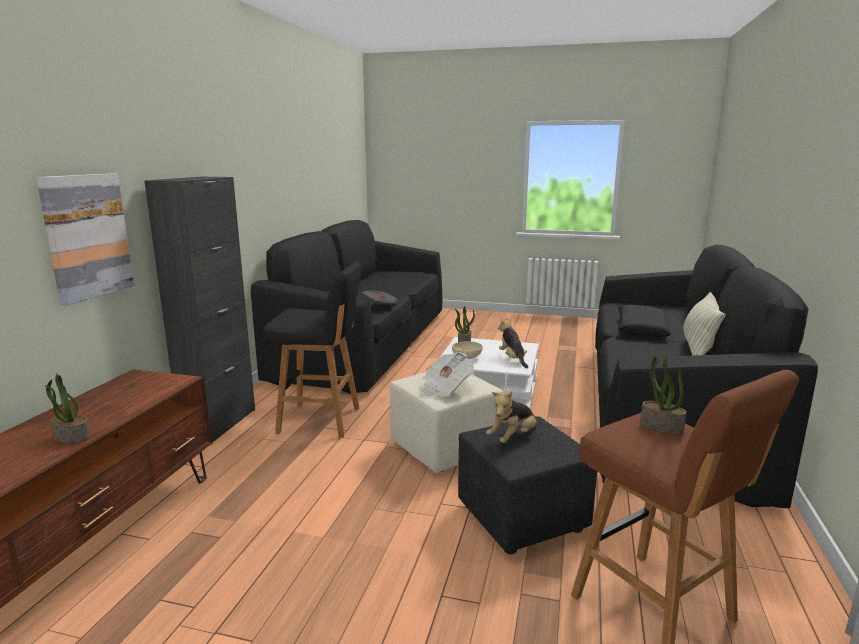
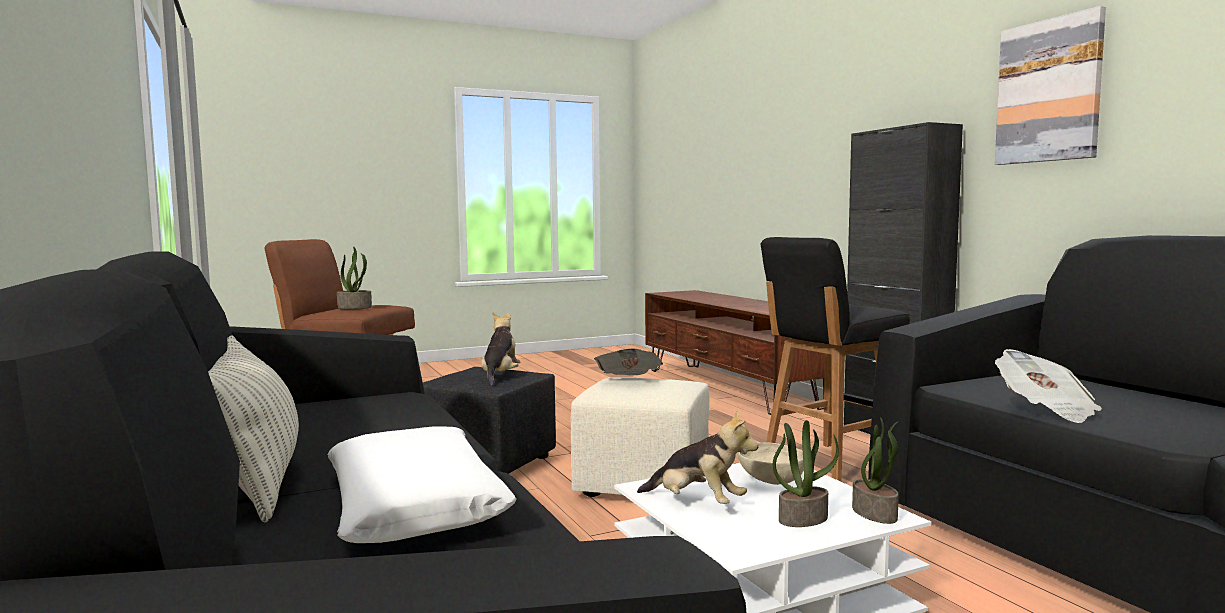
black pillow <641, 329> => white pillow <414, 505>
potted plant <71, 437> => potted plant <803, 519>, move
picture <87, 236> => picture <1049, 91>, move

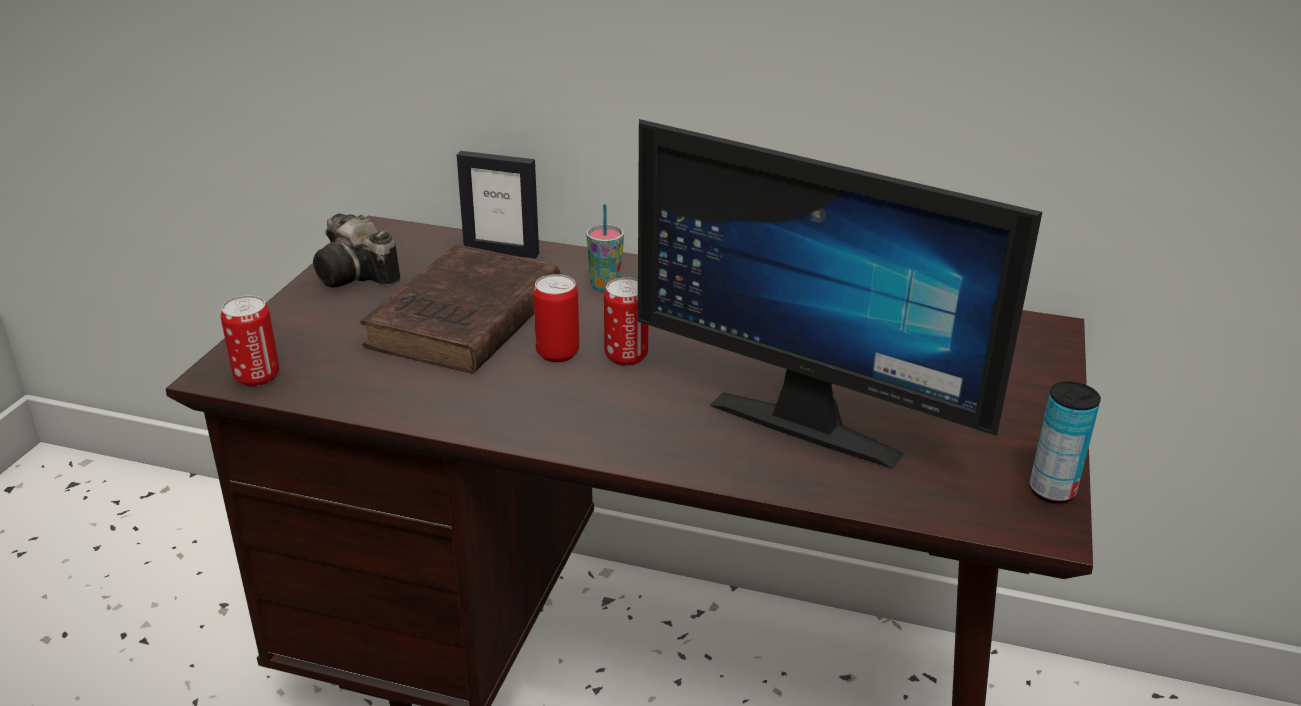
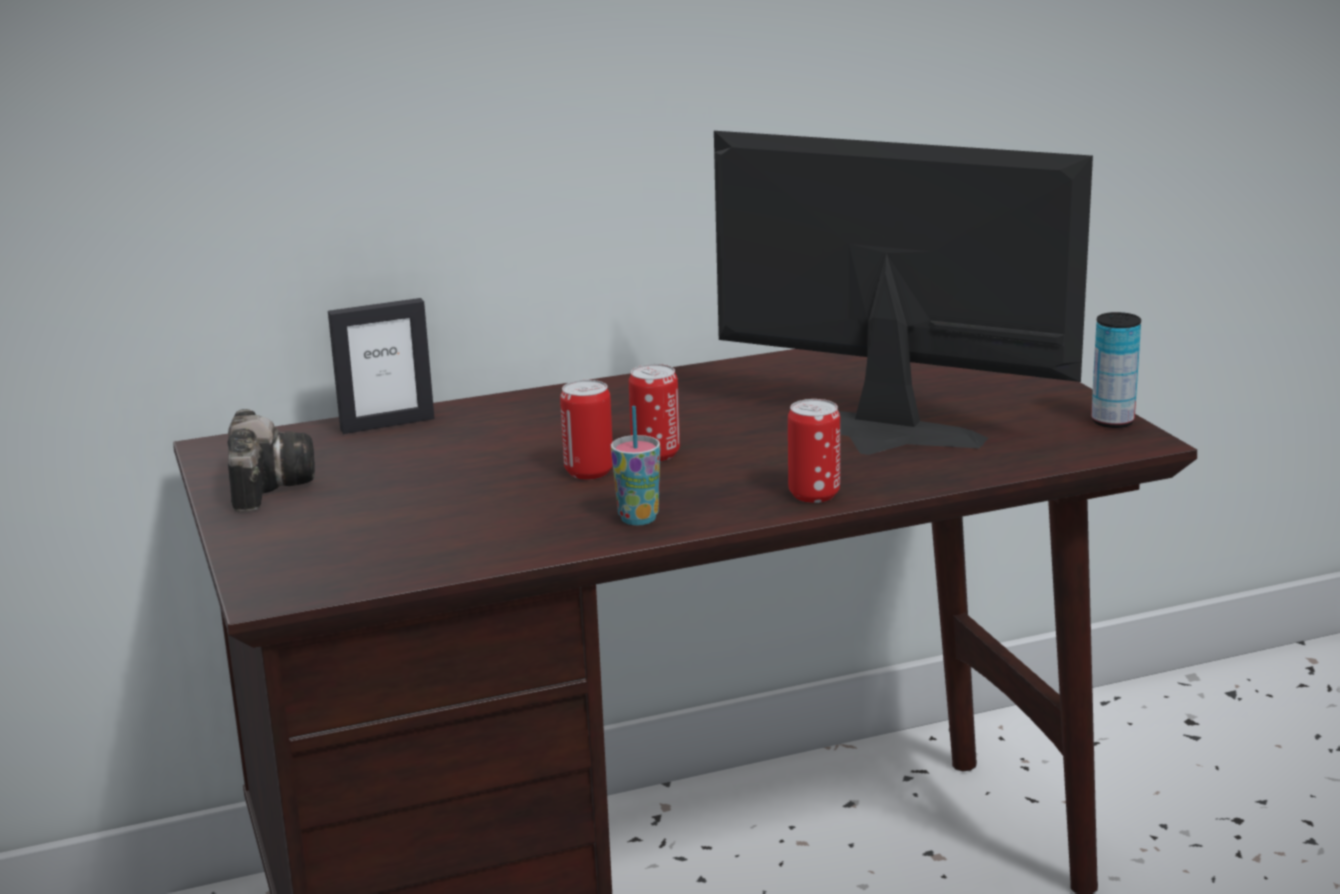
photo camera <358, 276> => photo camera <266, 485>, 105 degrees counterclockwise
cup <605, 286> => cup <638, 519>, move
monitor <813, 417> => monitor <879, 439>, 150 degrees counterclockwise
can <257, 377> => can <814, 494>, move
brown book <463, 321> => nothing

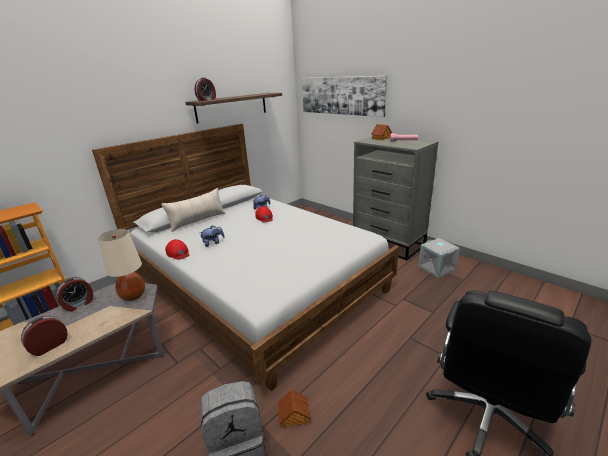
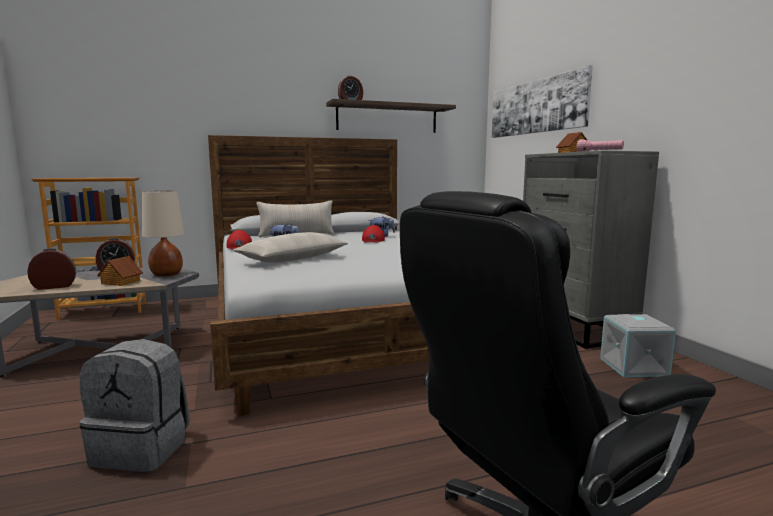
toy house <294, 416> => toy house <120, 282>, move
nothing => beige pillow <293, 258>

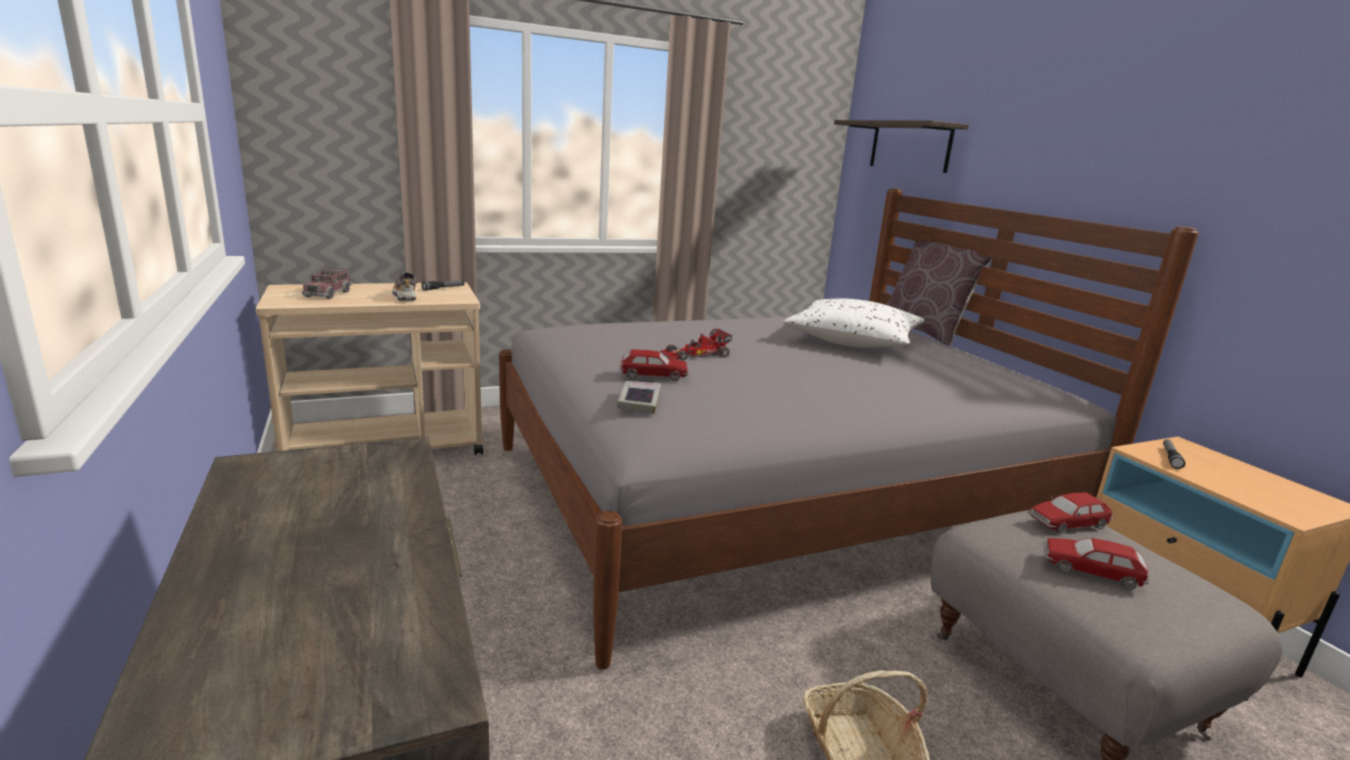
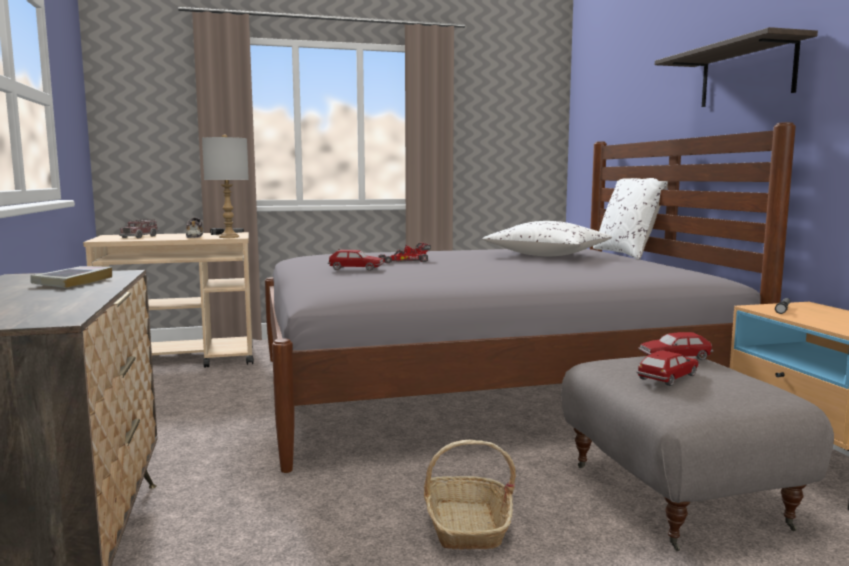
book <639, 401> => book <73, 282>, move
nothing => grey table lamp <229, 237>
brown pillow <924, 330> => white pillow <627, 253>
toy car <1090, 570> => toy car <668, 377>, 105 degrees clockwise
shelf <910, 146> => shelf <747, 74>, move

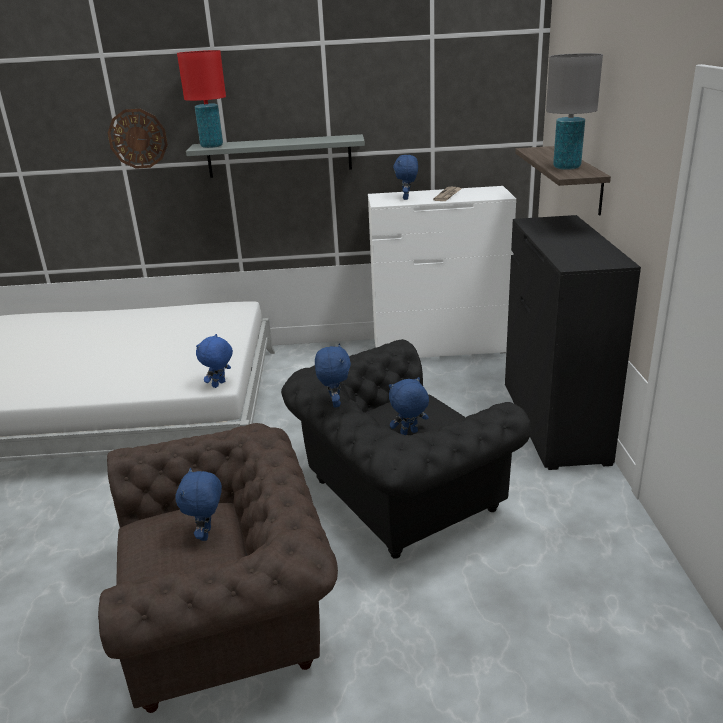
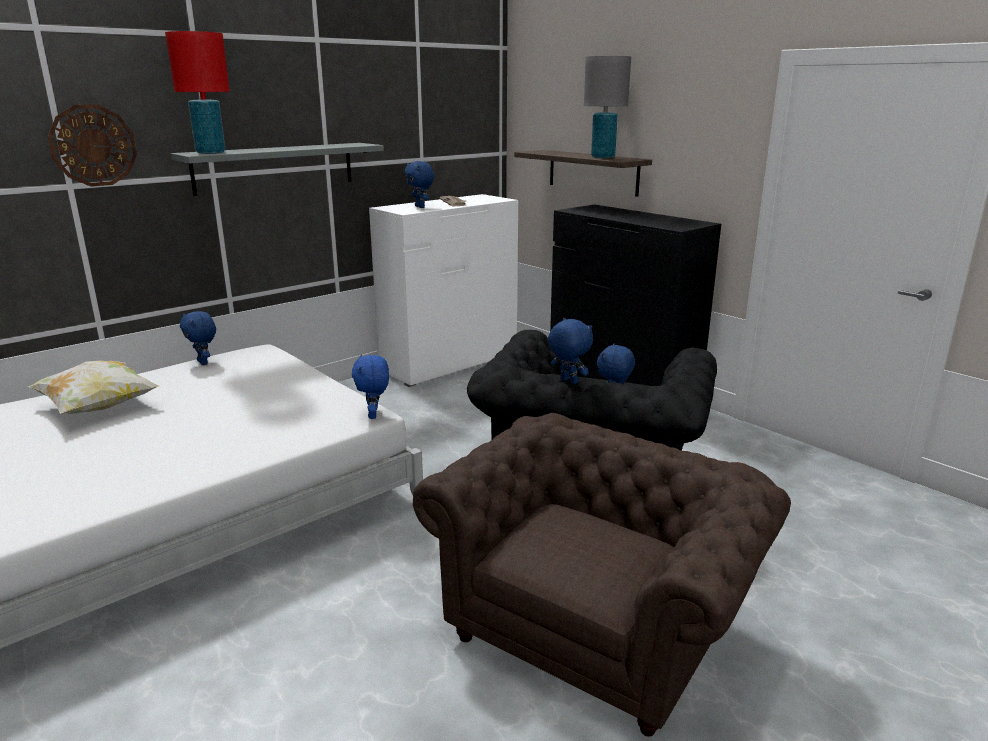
nothing => pillow <99, 408>
blue plush toy <207, 534> => blue plush toy <204, 362>, move

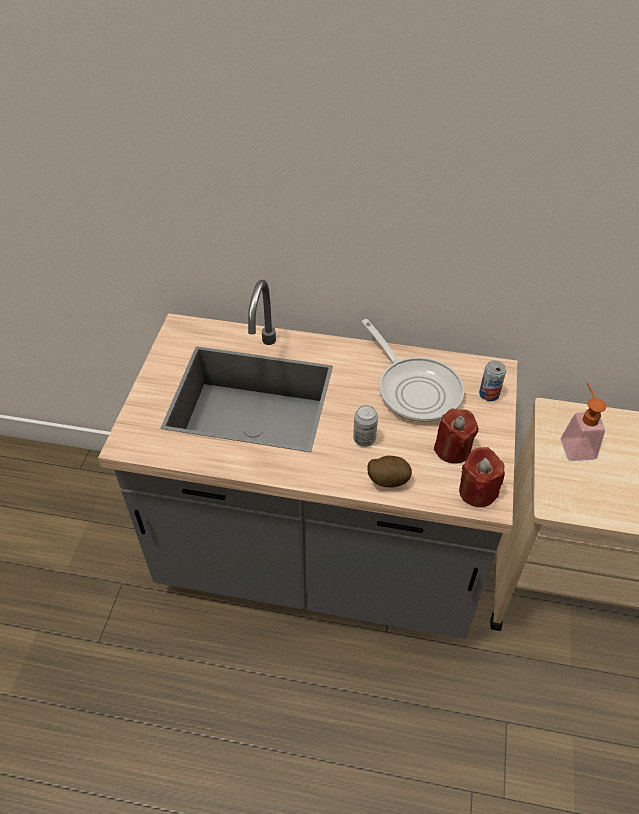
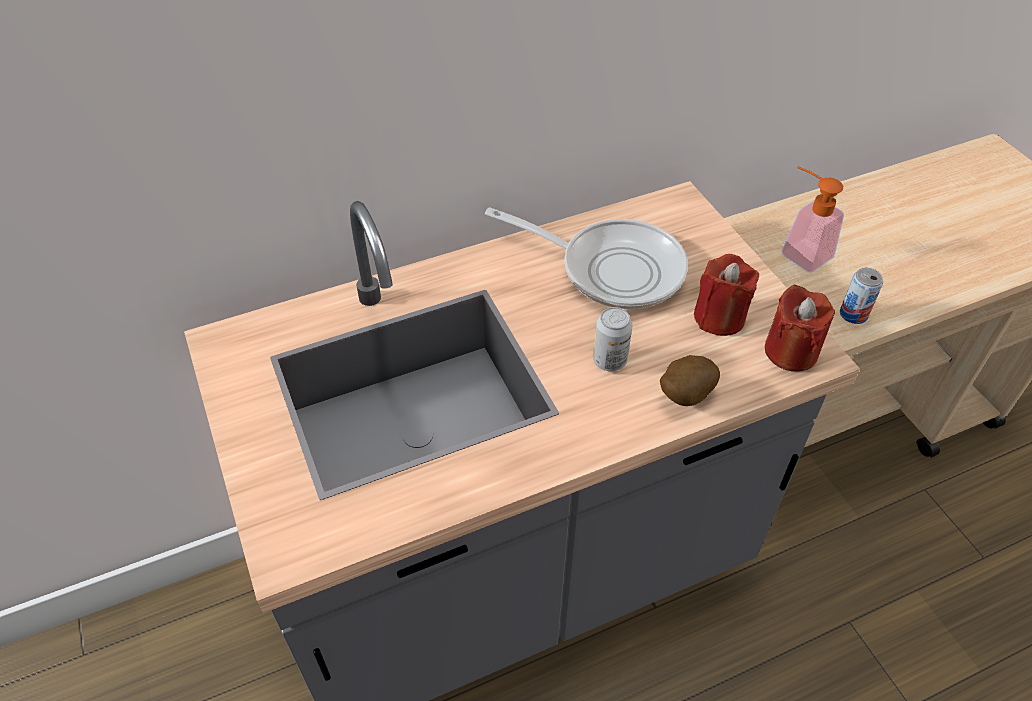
can <489, 394> => can <853, 314>, move

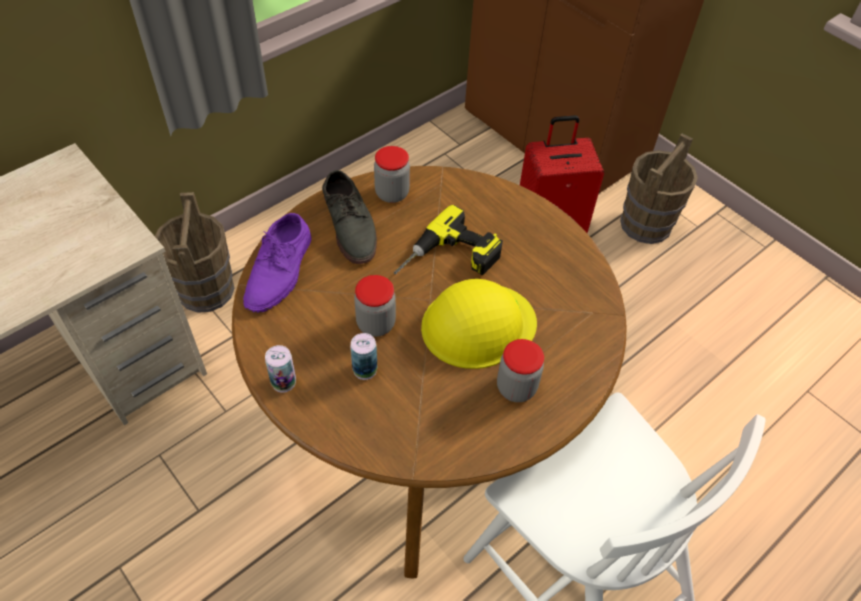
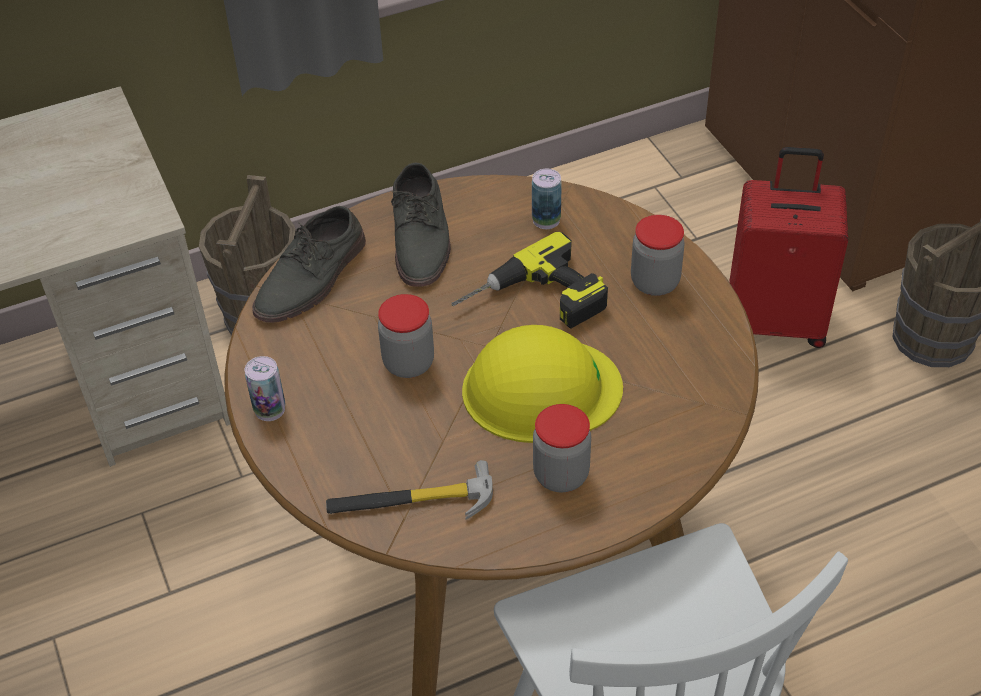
purple shoe <280, 271> => grey shoe <312, 278>
nothing => hammer <410, 501>
can <365, 370> => can <546, 220>, move
jar <392, 193> => jar <655, 282>, move

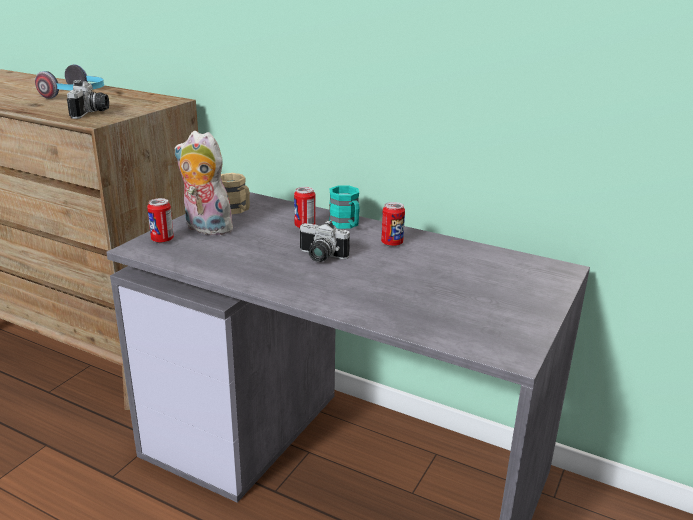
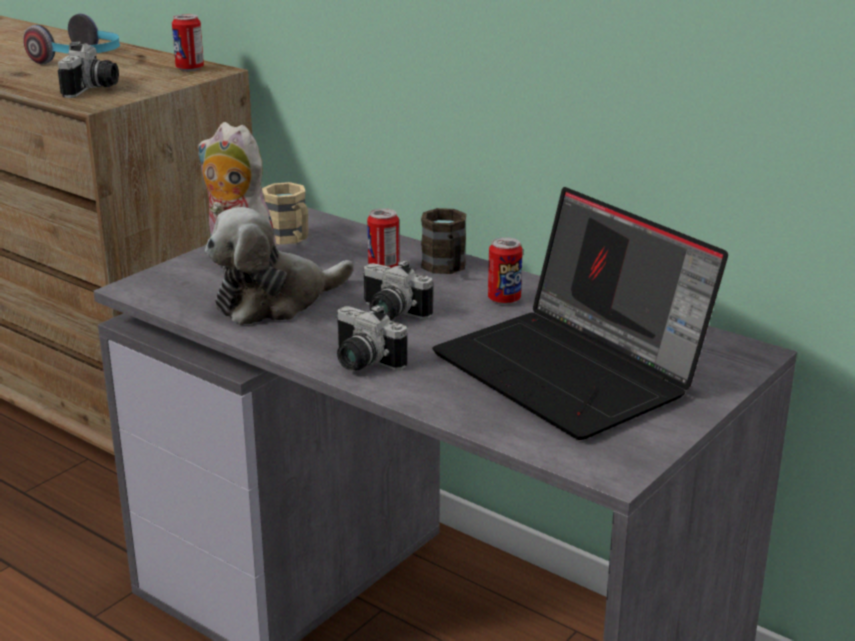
can <162, 240> => can <190, 69>, move
nothing => plush toy <275, 301>
nothing => photo camera <361, 363>
turquoise mug <346, 225> => brown mug <446, 269>
nothing => laptop <574, 371>

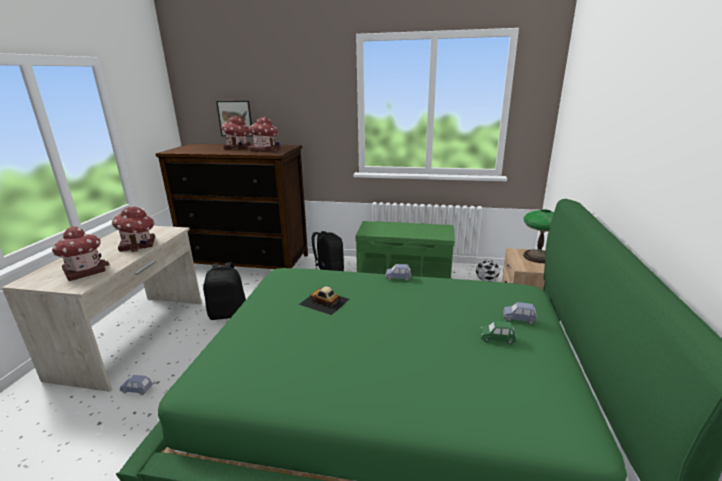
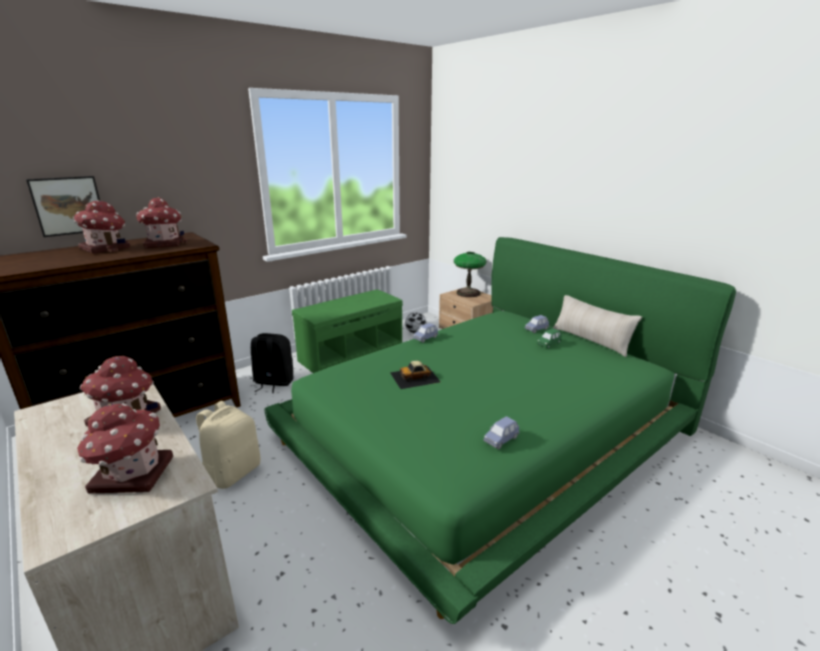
black backpack <228, 314> => beige backpack <233, 472>
blue toy car <137, 389> => blue toy car <501, 440>, move
nothing => beige pillow <590, 340>

